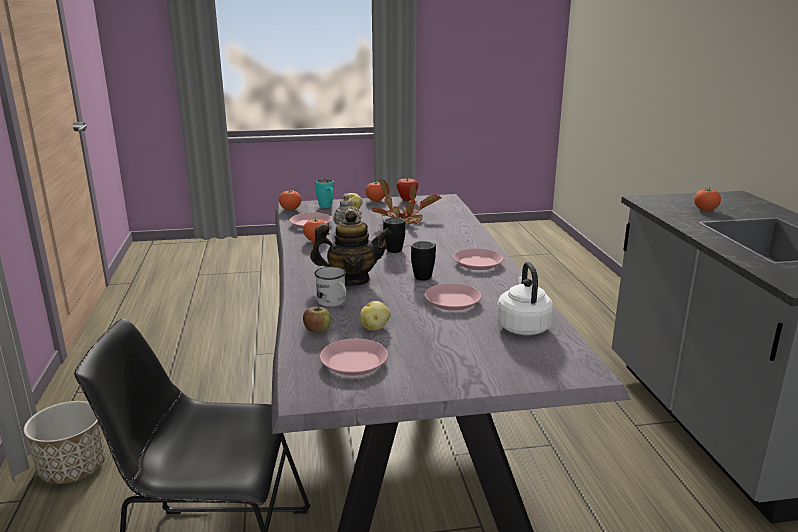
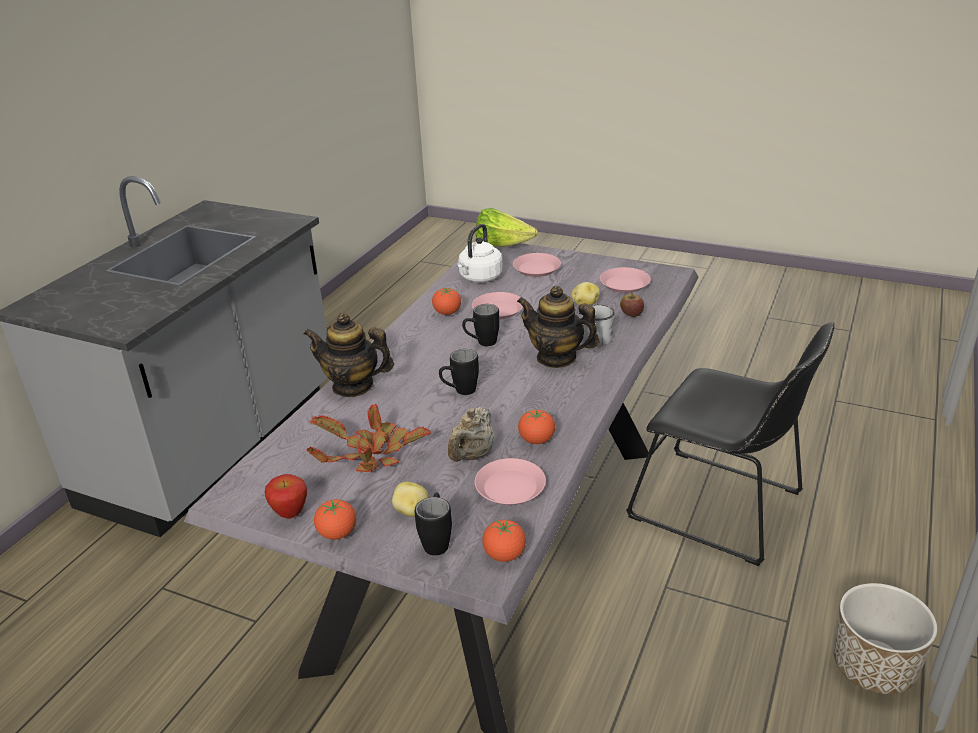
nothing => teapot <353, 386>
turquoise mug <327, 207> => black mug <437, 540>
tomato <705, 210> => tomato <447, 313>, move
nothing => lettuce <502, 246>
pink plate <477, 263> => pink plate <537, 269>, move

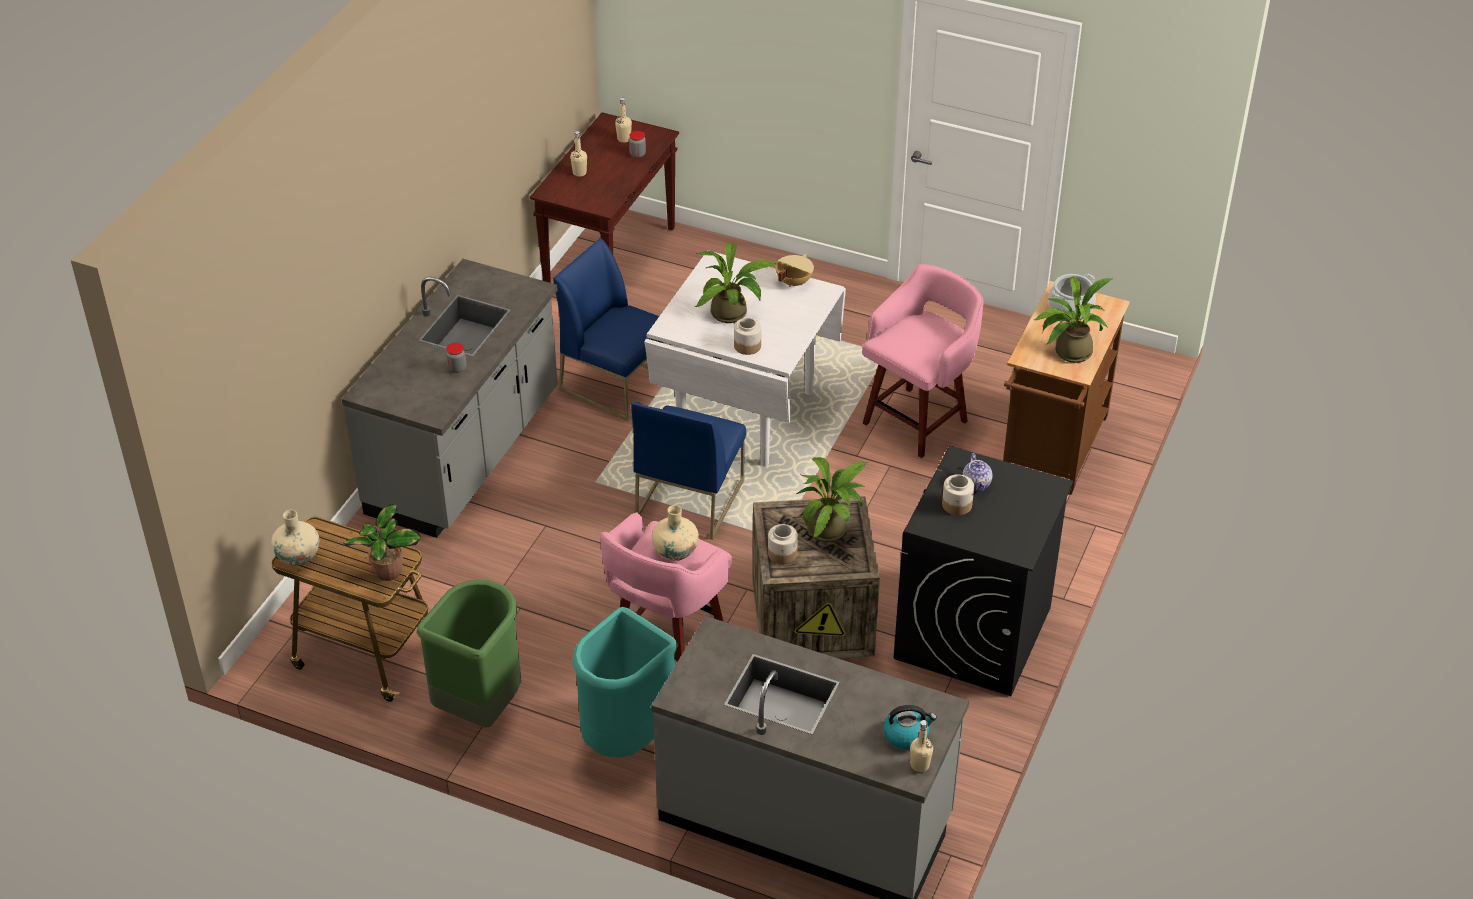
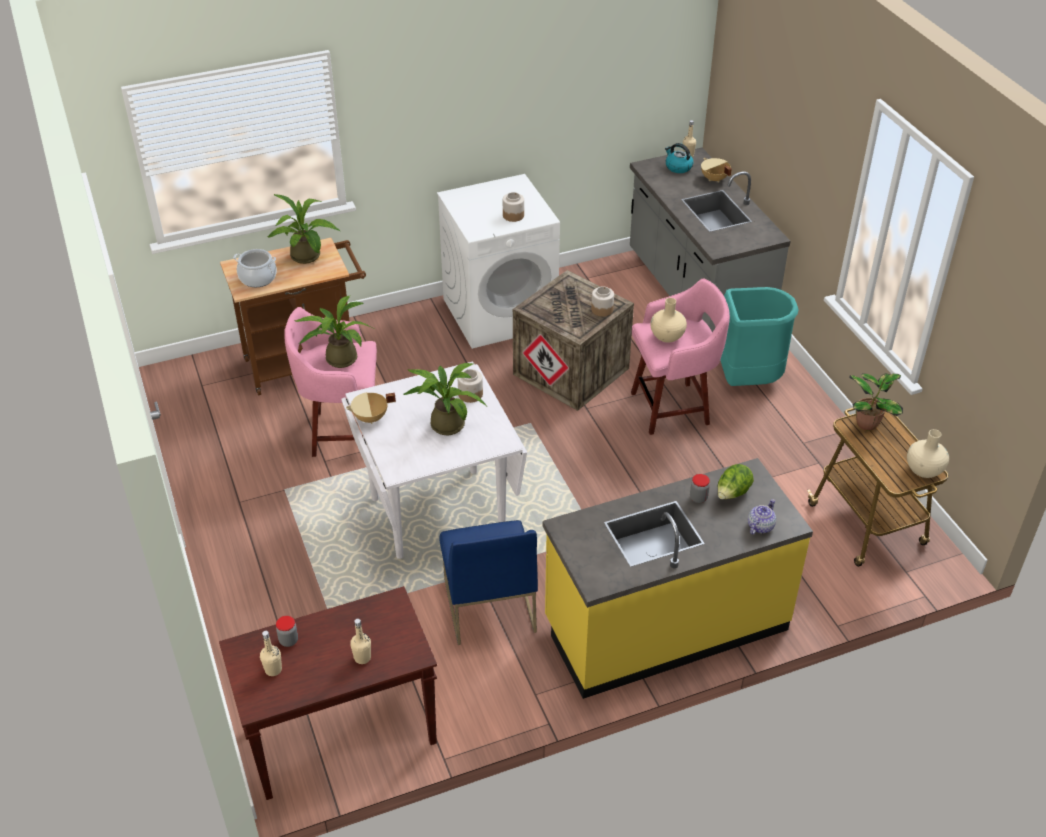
potted plant <831, 528> => potted plant <337, 358>, move
black washing machine <973, 634> => white washing machine <500, 312>
grey counter <466, 455> => yellow counter <665, 625>
nothing => beige cooking pot <714, 179>
nothing => lettuce <732, 494>
teapot <977, 484> => teapot <760, 526>, move
green trash can <480, 706> => nothing
blue chair <689, 498> => nothing

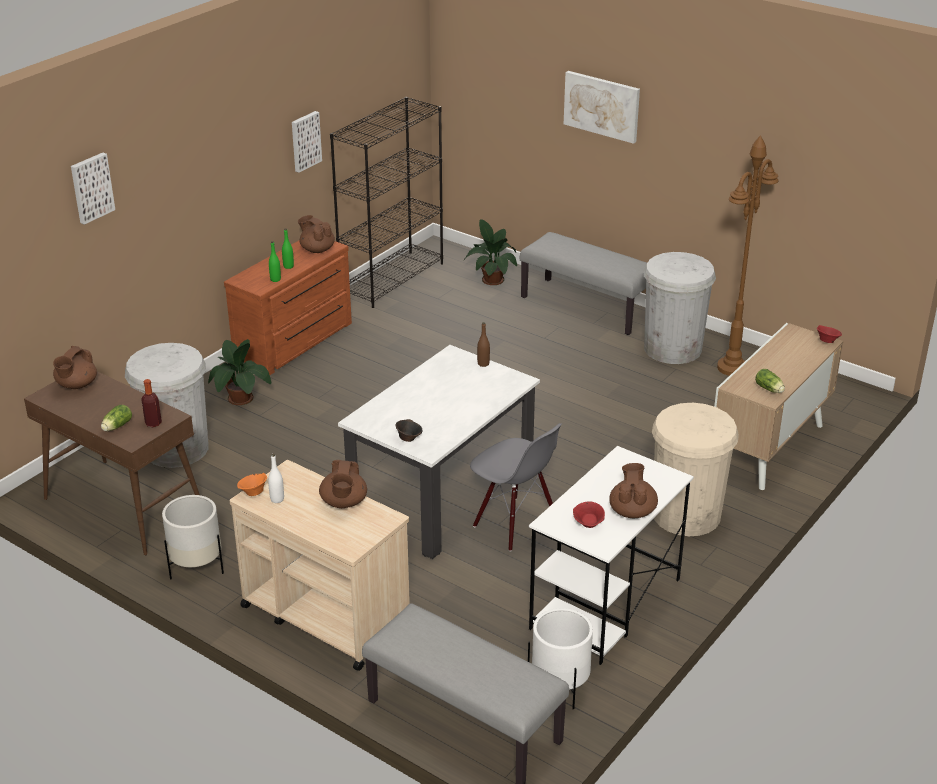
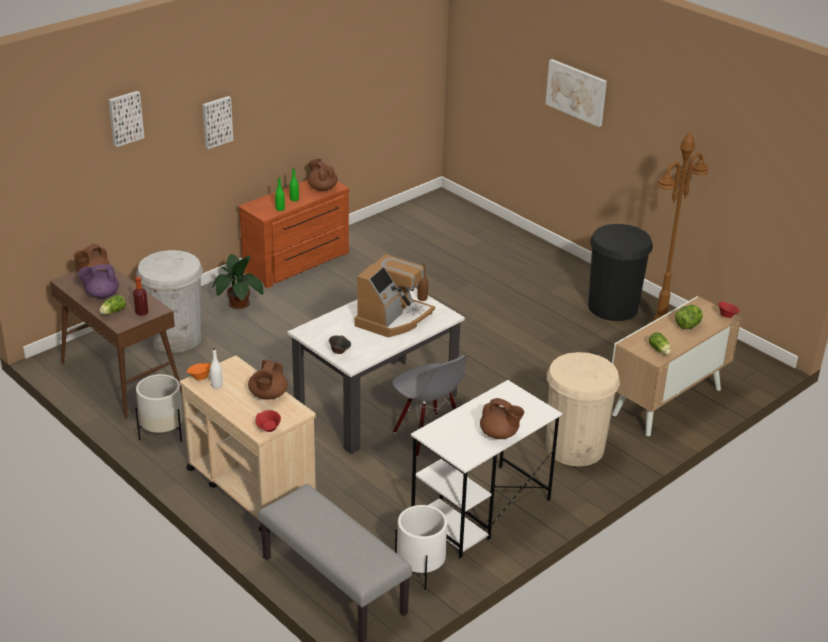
nothing => purple teapot <101, 294>
picture <305, 141> => picture <216, 121>, move
red bowl <589, 524> => red bowl <269, 429>, move
nothing => coffee machine <393, 319>
brown teapot <632, 511> => brown teapot <499, 434>, 105 degrees clockwise
white trash can <672, 348> => black trash can <613, 307>
nothing => lettuce <688, 325>
black bookcase <392, 278> => nothing
potted plant <492, 279> => nothing
grey bench <587, 306> => nothing

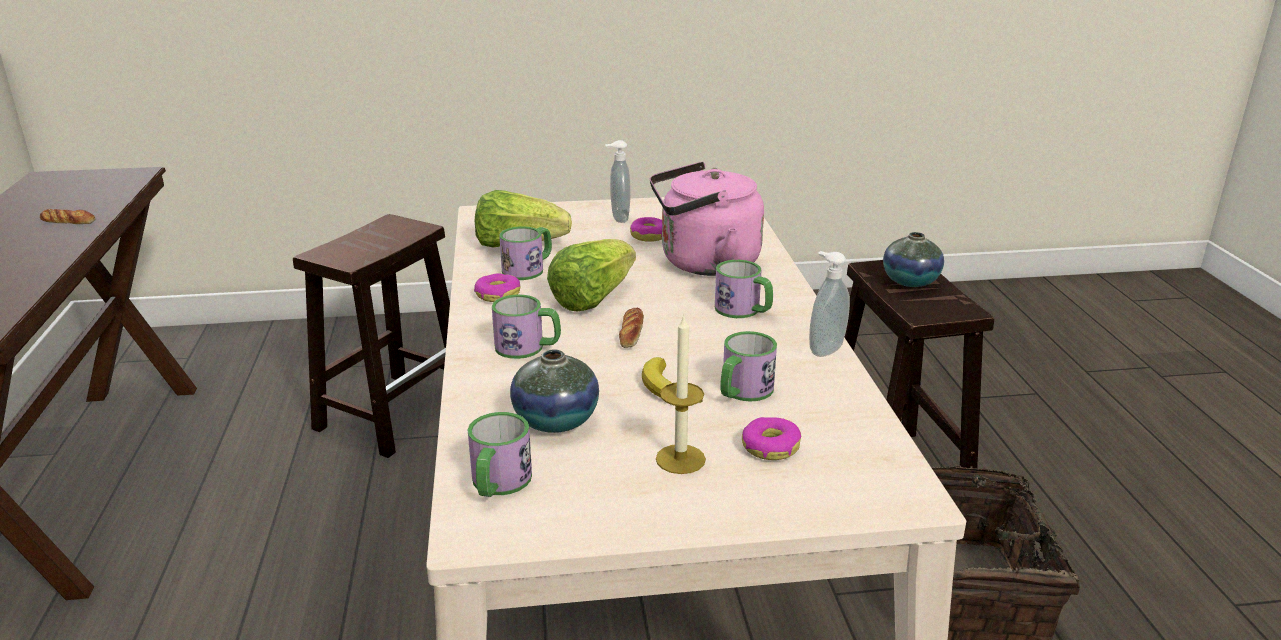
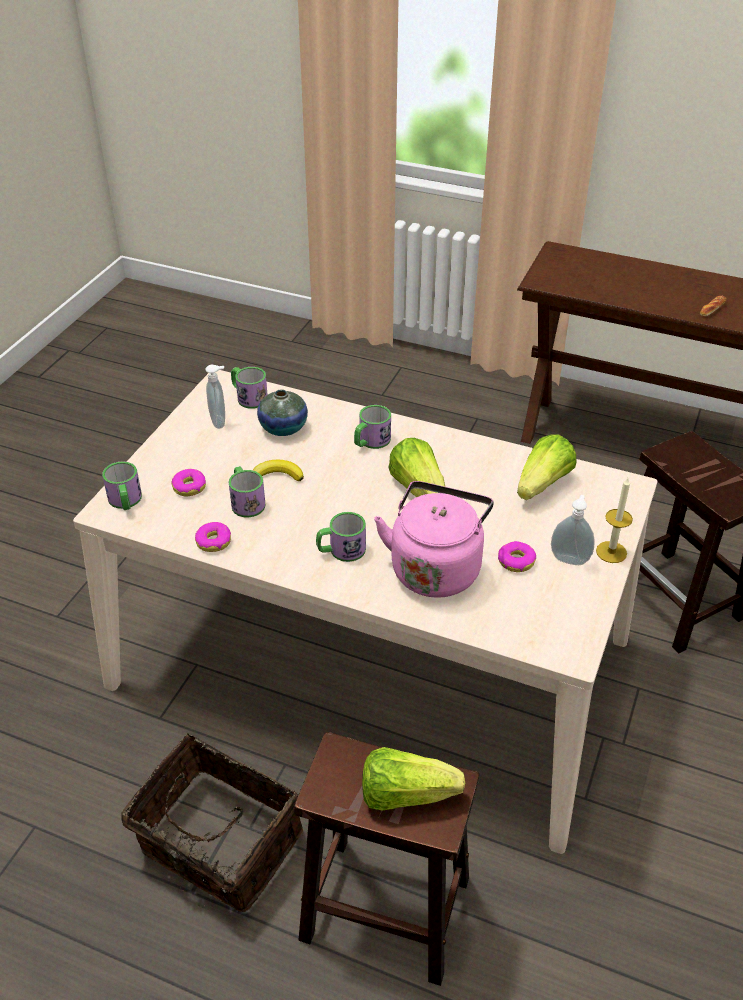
mug <528, 269> => mug <125, 501>, move
donut <497, 295> => donut <213, 541>, move
soap dispenser <824, 349> => soap dispenser <220, 421>, move
vase <910, 281> => lettuce <405, 794>
candle <680, 459> => candle <611, 552>, move
bread <631, 332> => nothing

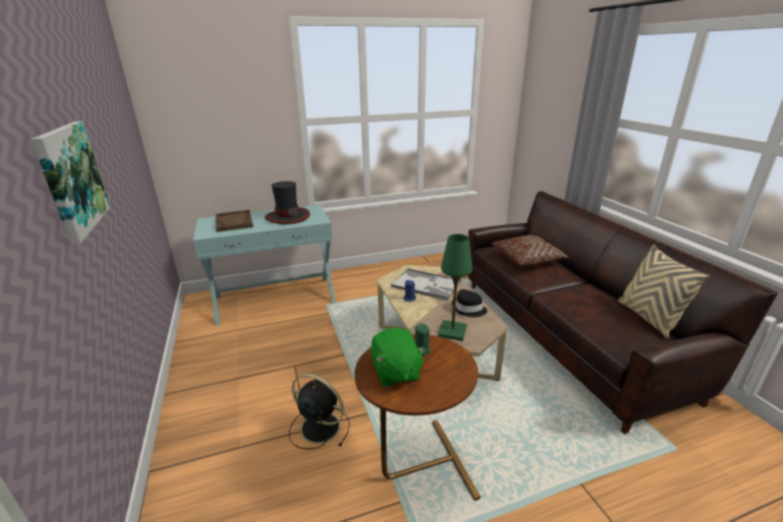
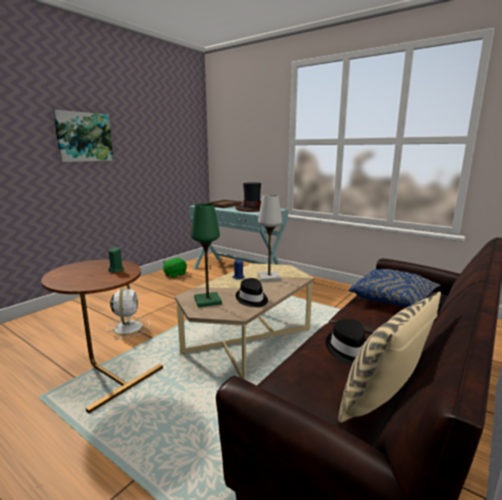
black fan <319, 427> => white fan <128, 327>
green plush toy <395, 372> => green plush toy <174, 274>, move
tray <426, 285> => white table lamp <269, 277>
nothing => black hat <348, 349>
brown pillow <527, 259> => blue pillow <393, 300>

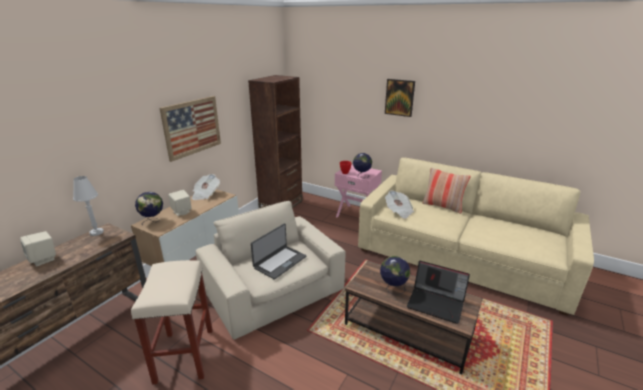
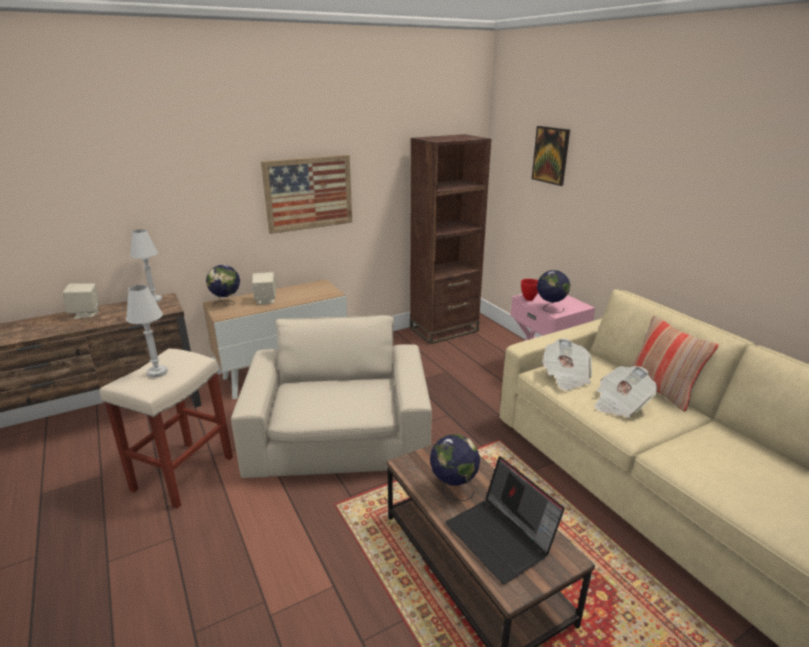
nothing => white table lamp <157, 372>
picture <399, 97> => picture <551, 155>, move
newspaper <205, 194> => newspaper <620, 404>, move
laptop <279, 262> => nothing

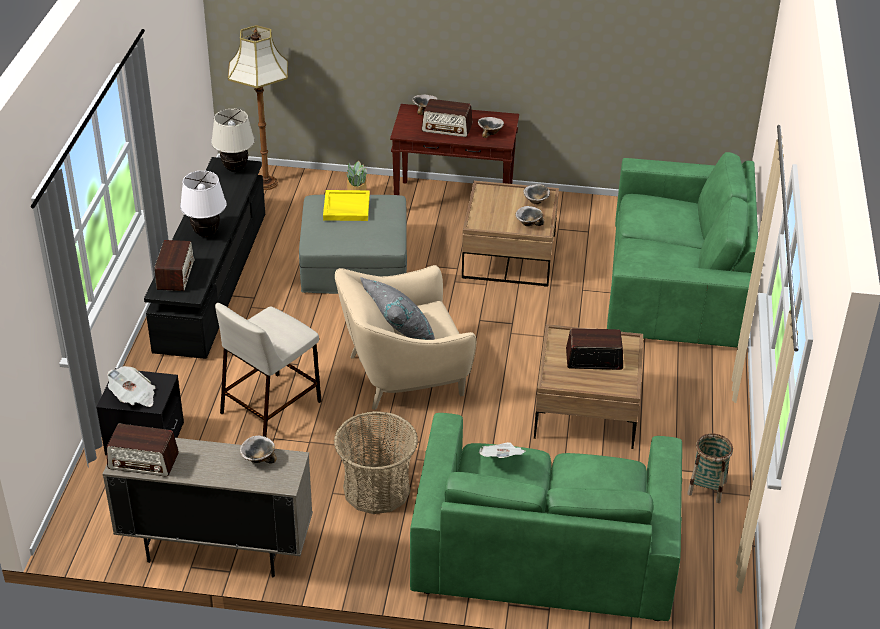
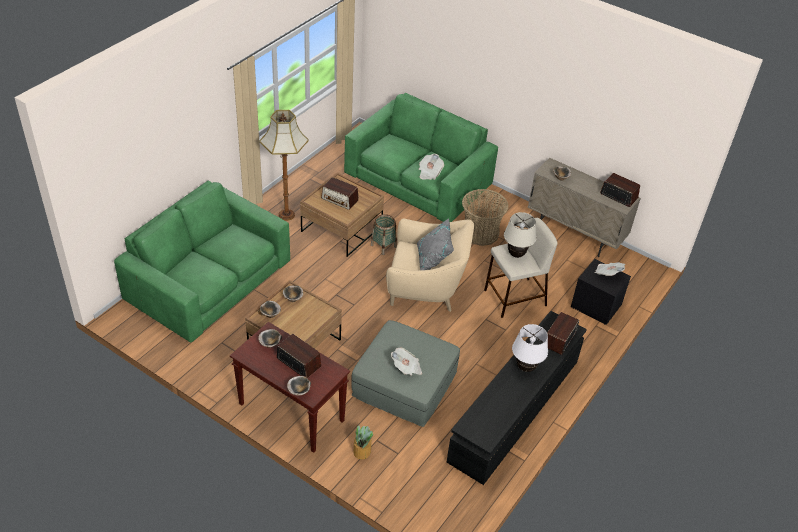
floor lamp <265, 184> => floor lamp <287, 214>, move
basket <707, 488> => basket <383, 246>, move
yellow tray <346, 208> => newspaper <406, 368>
beige table lamp <235, 169> => beige table lamp <516, 254>, move

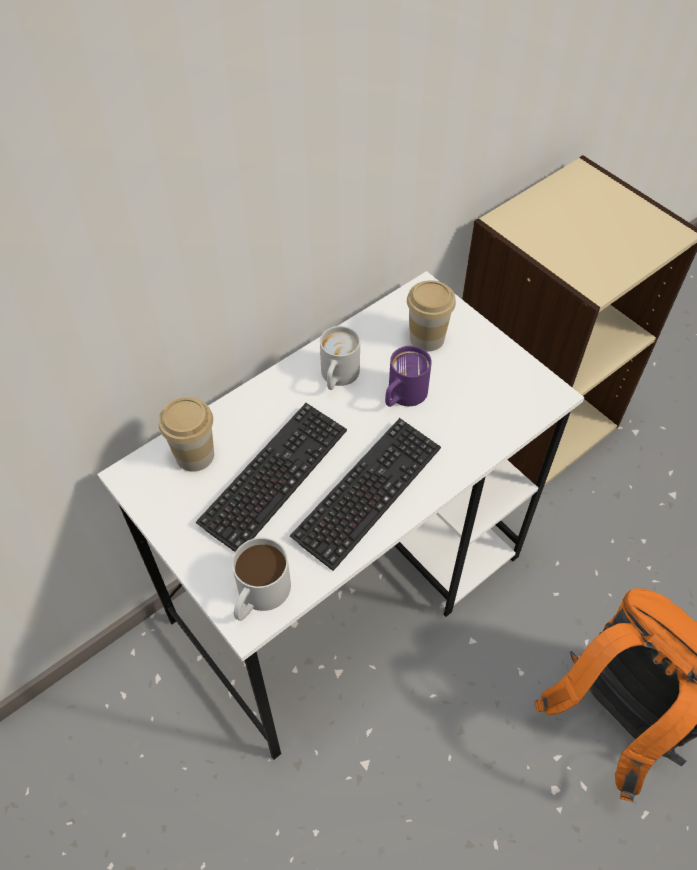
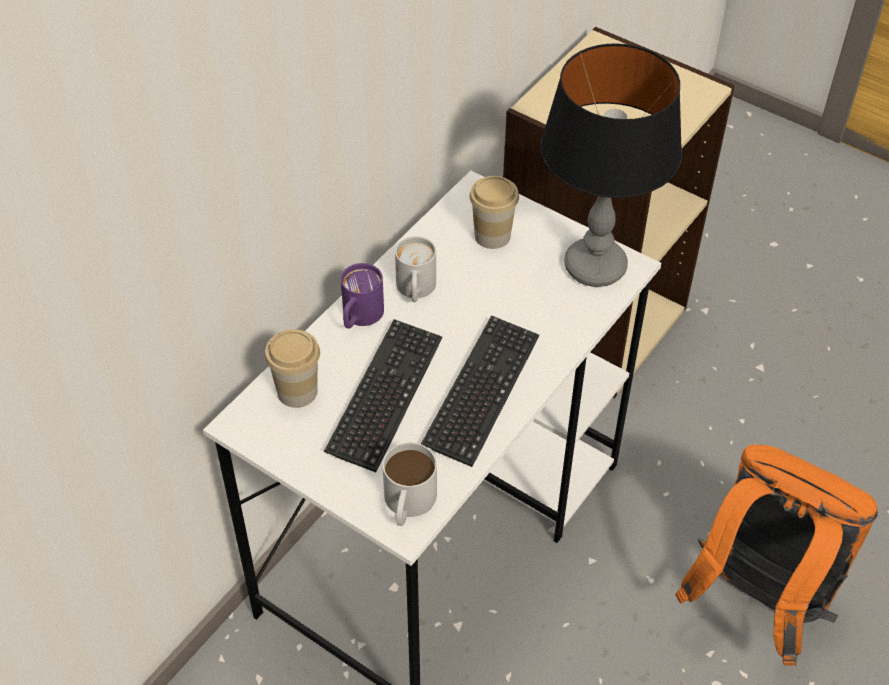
purple mug <402, 397> => purple mug <359, 317>, move
nothing => table lamp <595, 266>

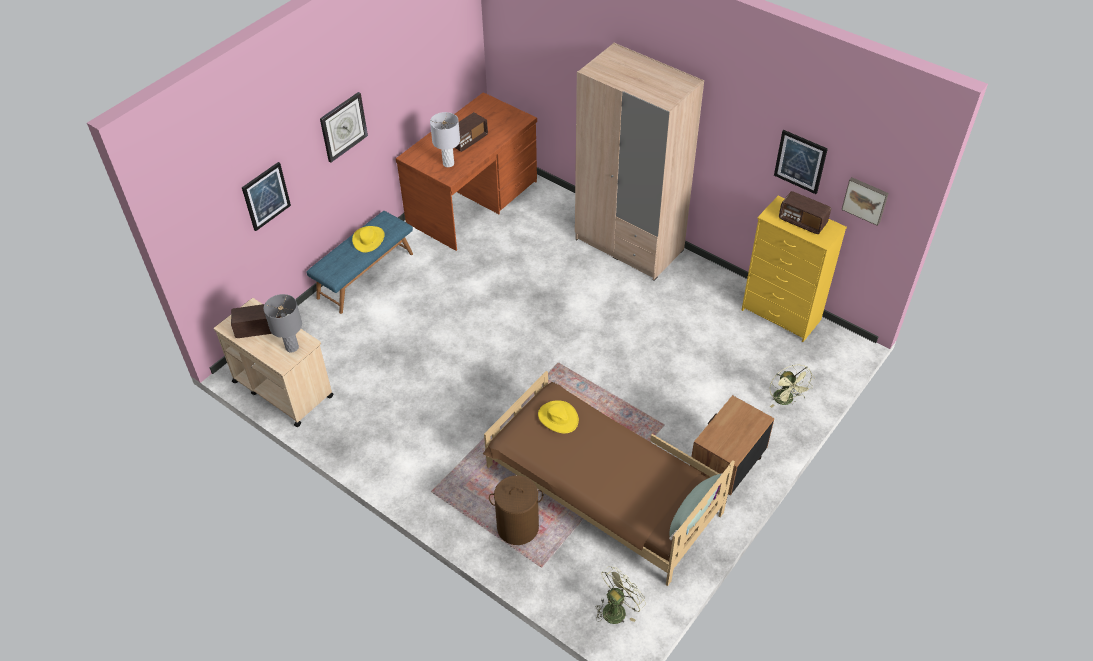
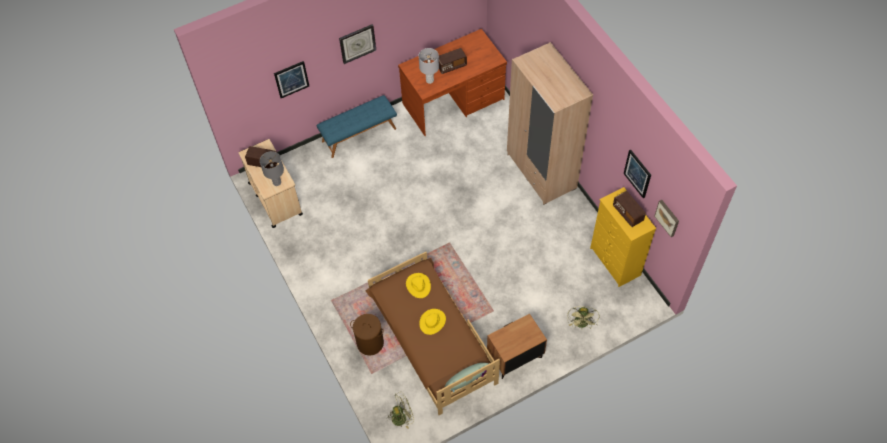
yellow hat <369, 239> => yellow hat <432, 322>, move

